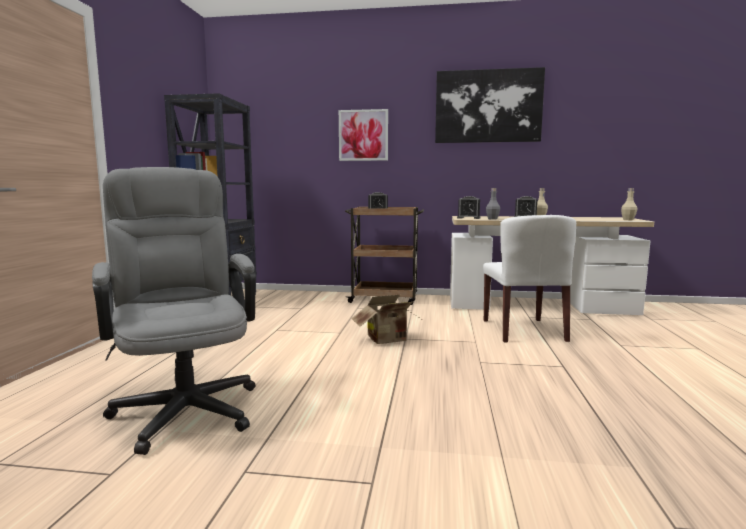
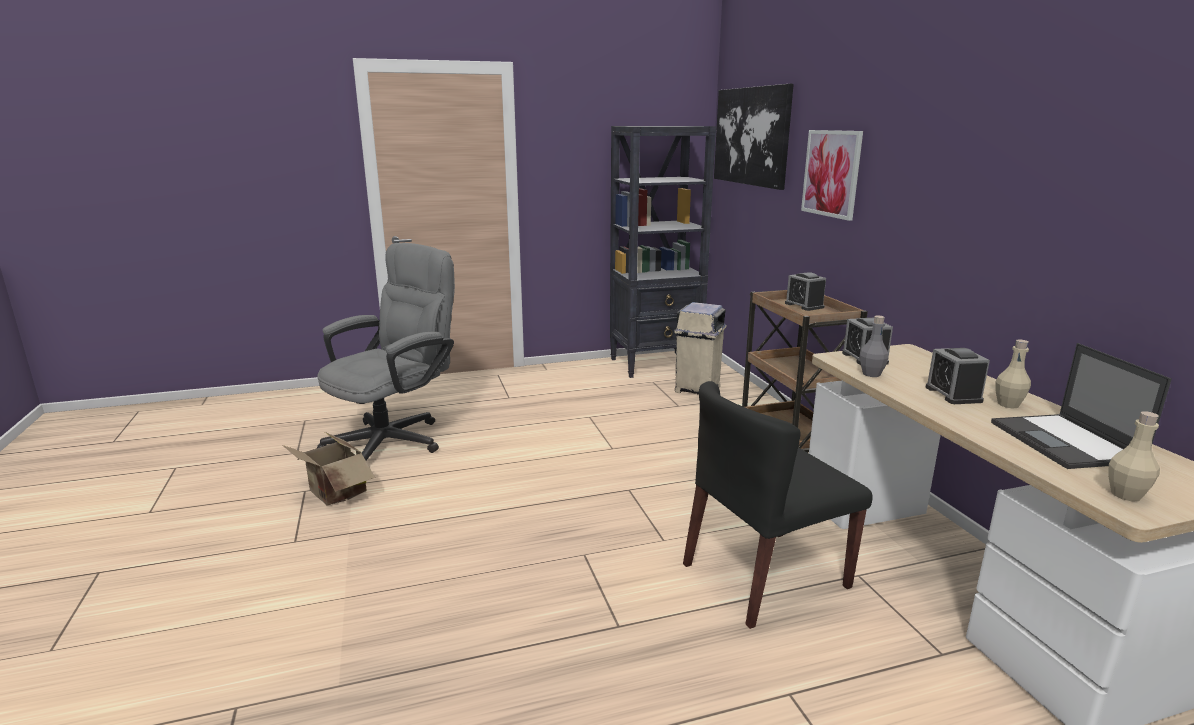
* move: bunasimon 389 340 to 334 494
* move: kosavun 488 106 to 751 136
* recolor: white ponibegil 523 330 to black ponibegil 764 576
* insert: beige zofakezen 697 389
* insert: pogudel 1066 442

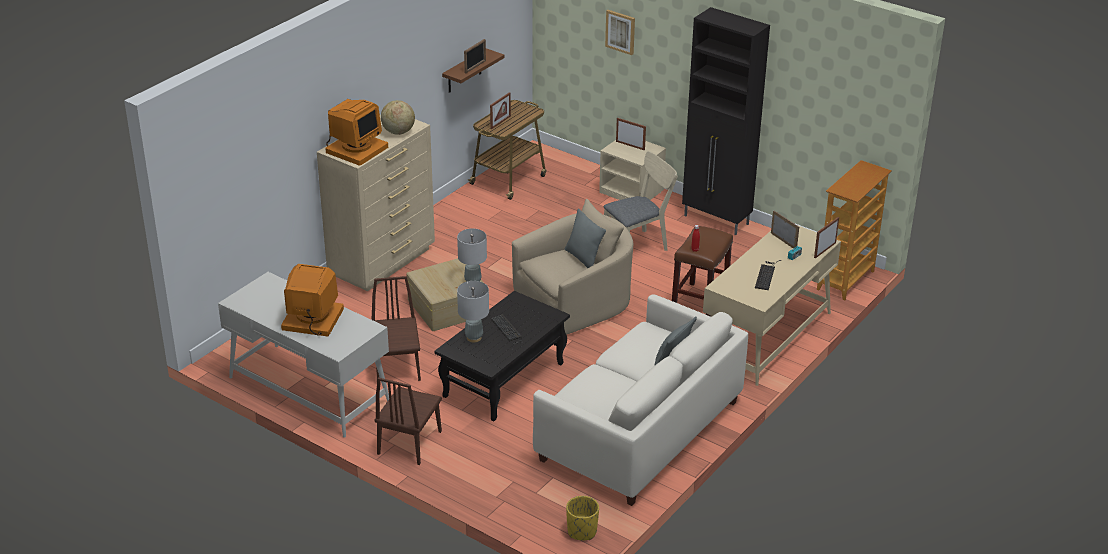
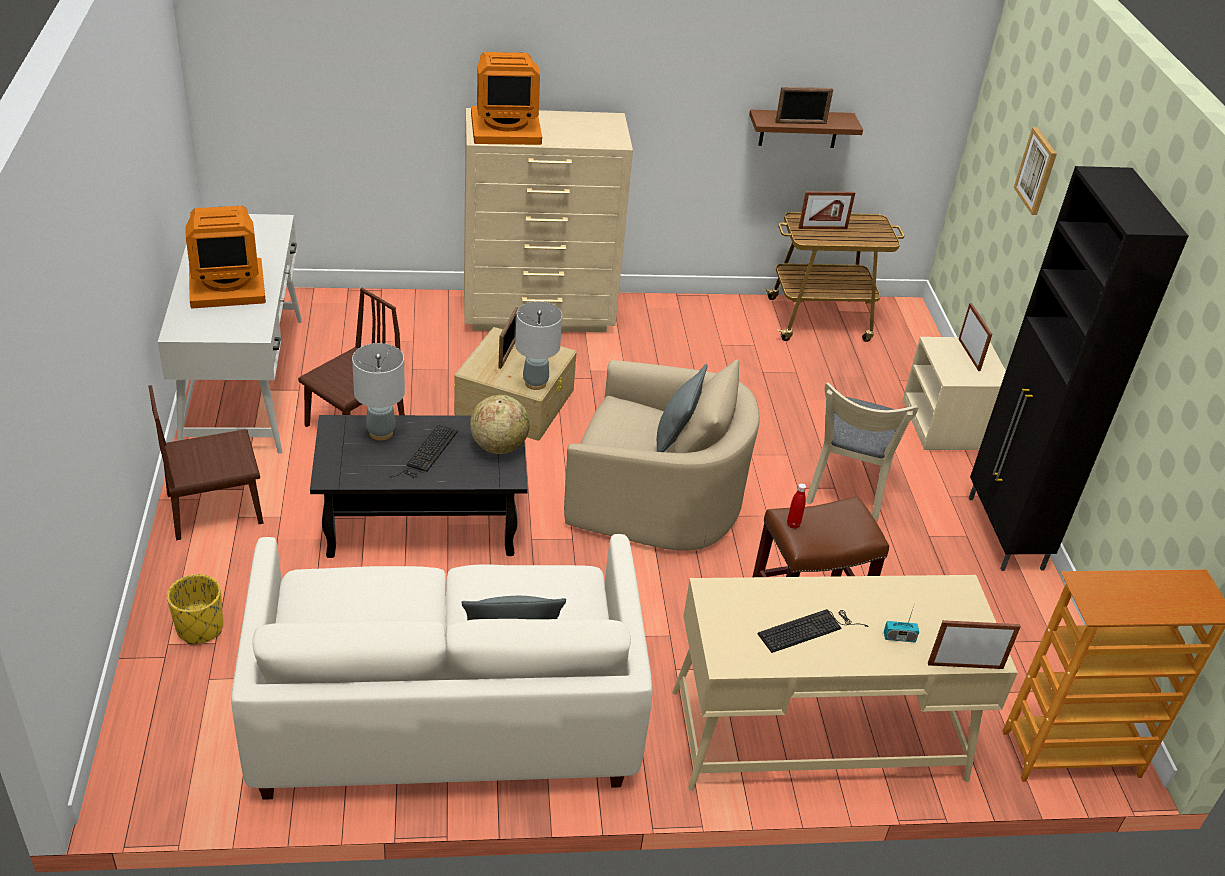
* rotate: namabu 312 320 = 227 284 105 degrees clockwise
* move: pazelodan 398 132 to 499 446
* move: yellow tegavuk 581 531 to 199 628
* rotate: beige ponibegil 639 245 = 847 491 90 degrees clockwise
* move: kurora 783 241 to 508 353

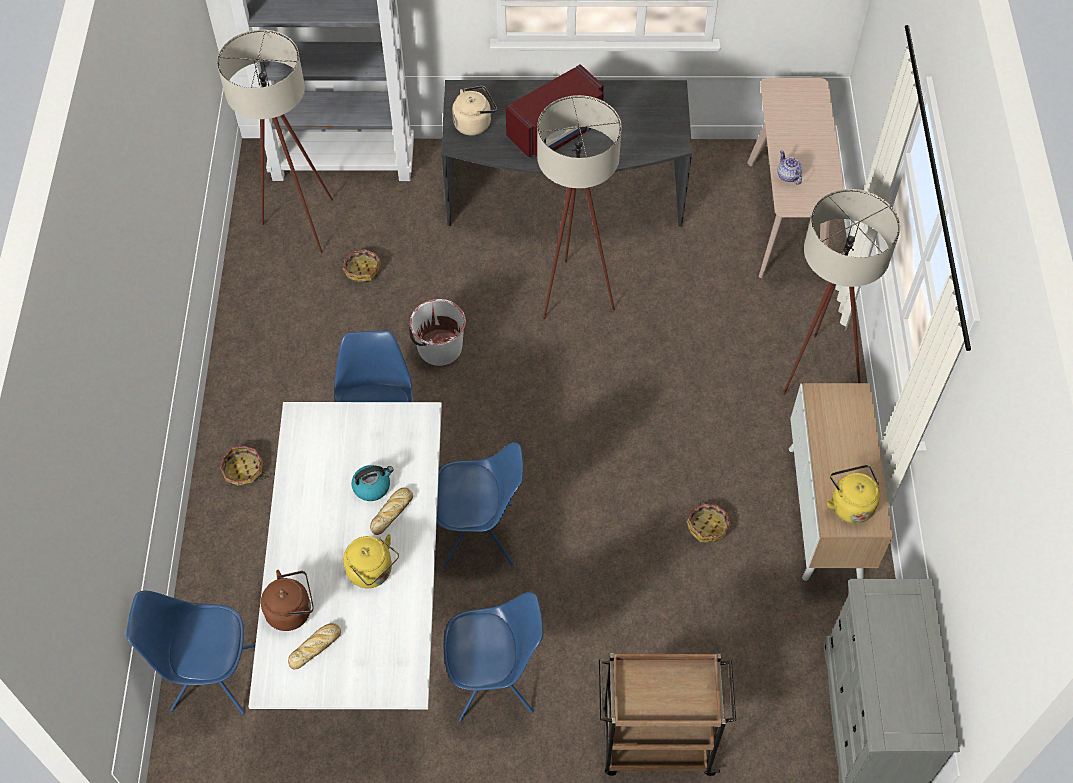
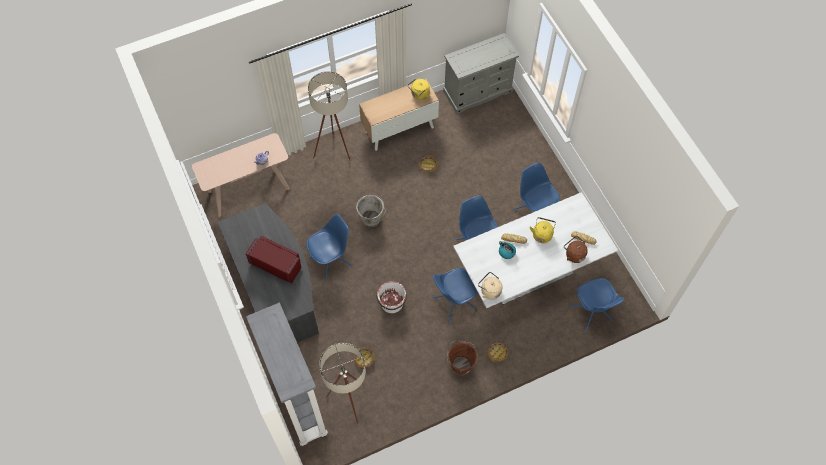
* move: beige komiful 474 123 to 489 290
* replace: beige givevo 573 289 to blue ponibegil 331 261
* delete: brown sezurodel 655 743
* insert: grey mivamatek 371 219
* insert: brown mivamatek 461 364

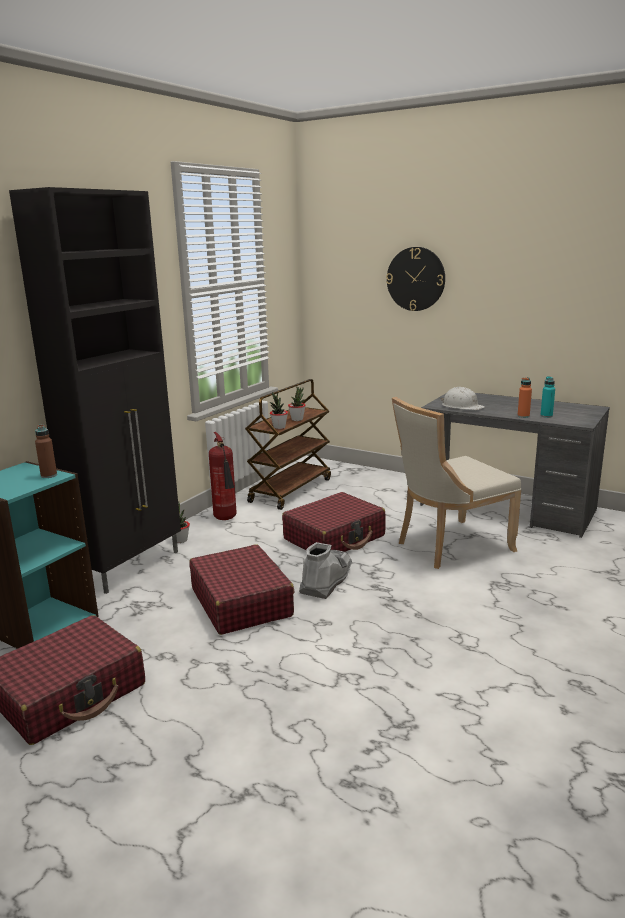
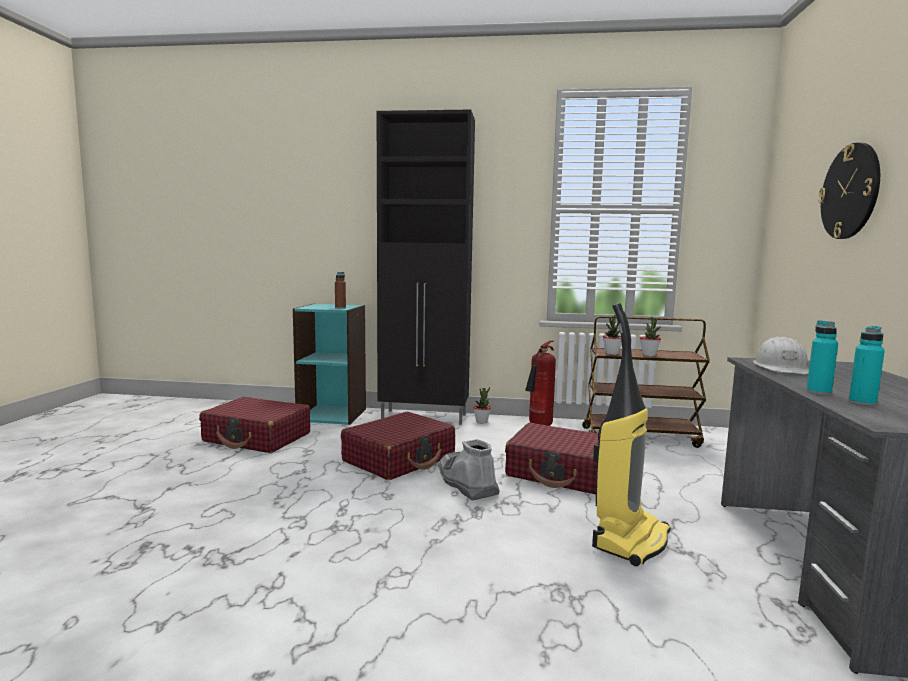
* rotate: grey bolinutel 326 581 = 466 484 120 degrees counterclockwise
* replace: beige ponibegil 449 546 to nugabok 629 539
* recolor: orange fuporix 523 416 to turquoise fuporix 818 392

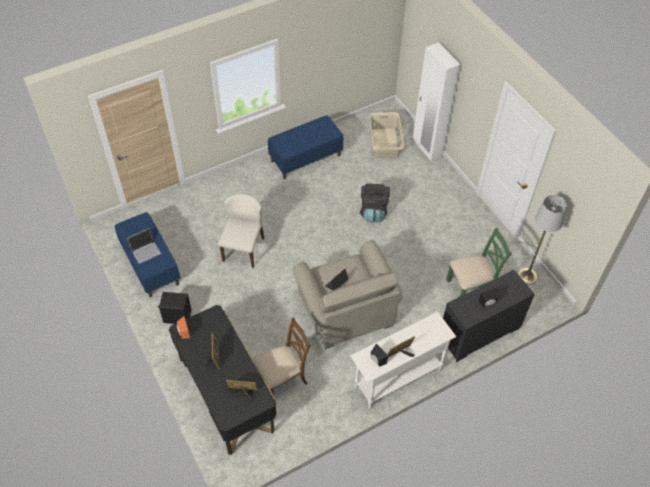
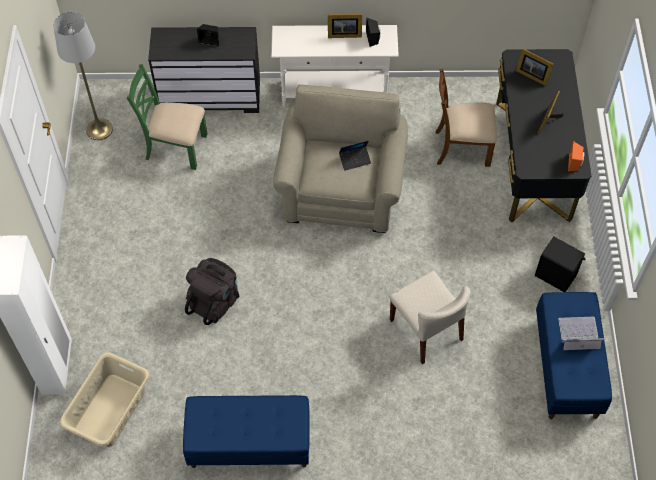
* rotate: beige ponibegil 243 249 = 426 330 75 degrees counterclockwise

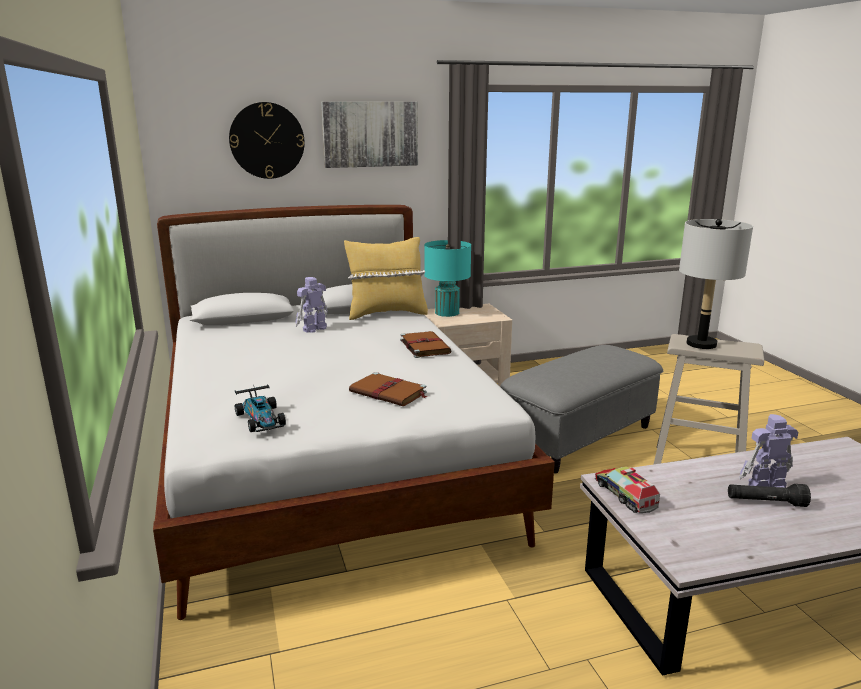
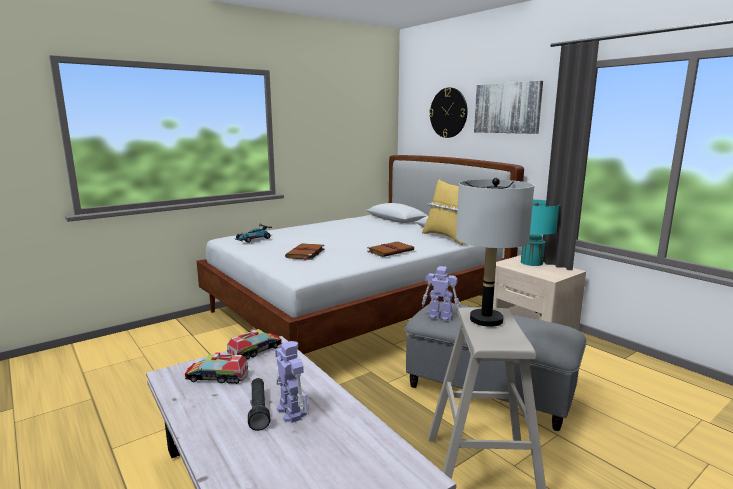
* move: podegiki 313 329 to 439 316
* insert: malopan 217 377

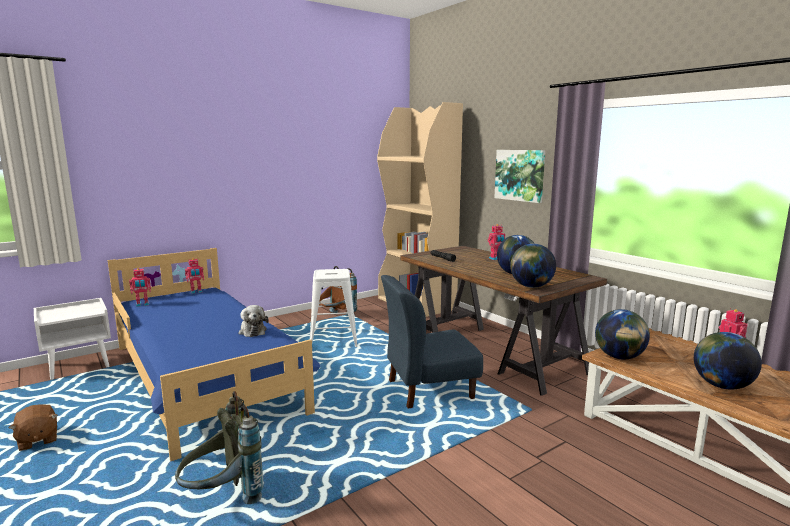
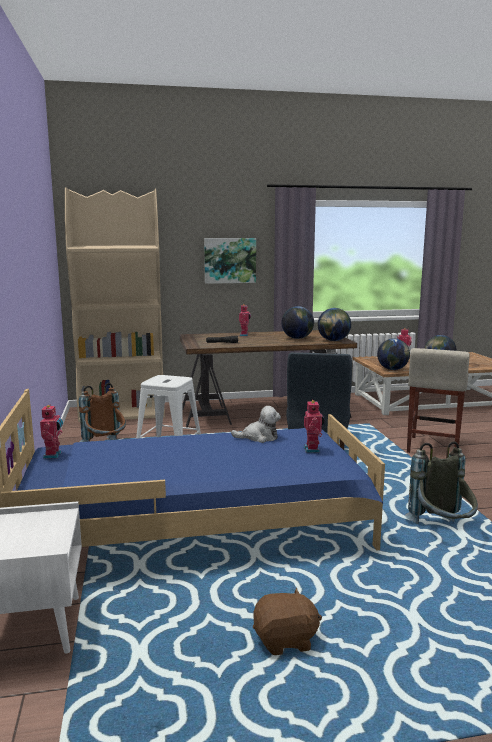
* move: podegiki 142 304 to 313 449
* insert: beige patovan 433 447

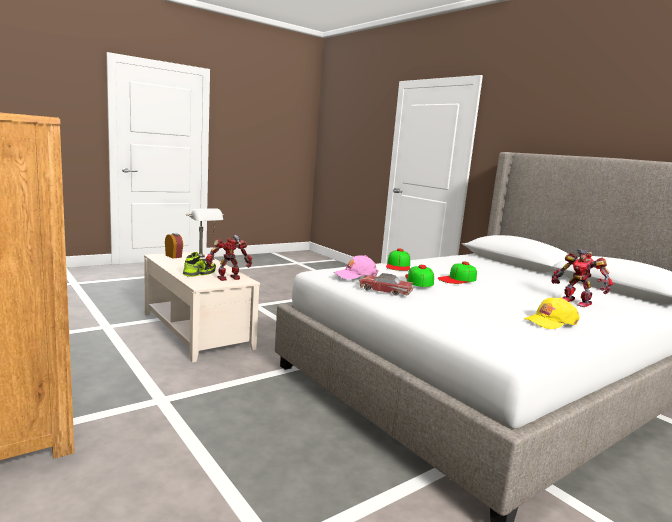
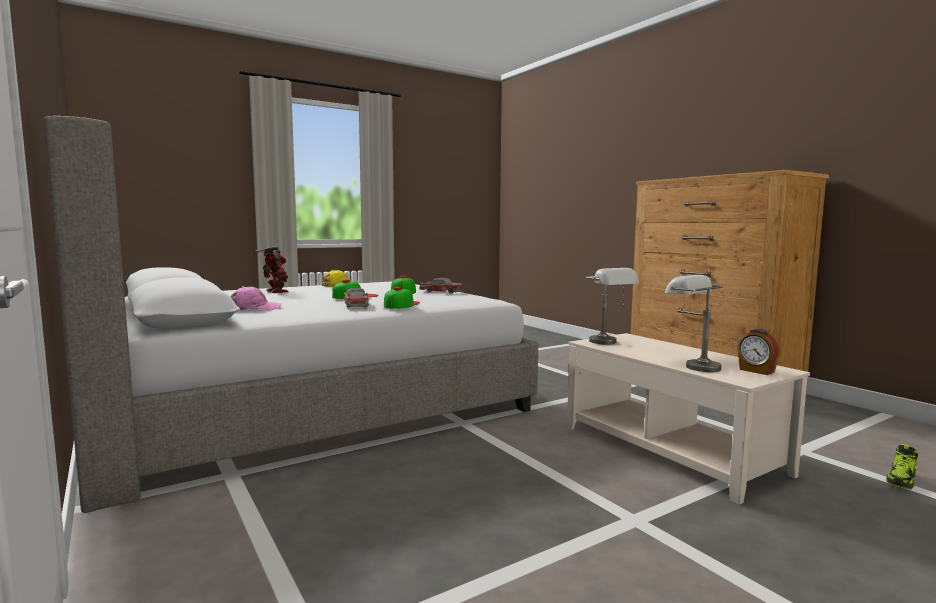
* move: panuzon 199 273 to 902 481
* replace: podegiki 229 278 to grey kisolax 609 343
* move: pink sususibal 355 275 to 254 308
* insert: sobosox 356 305

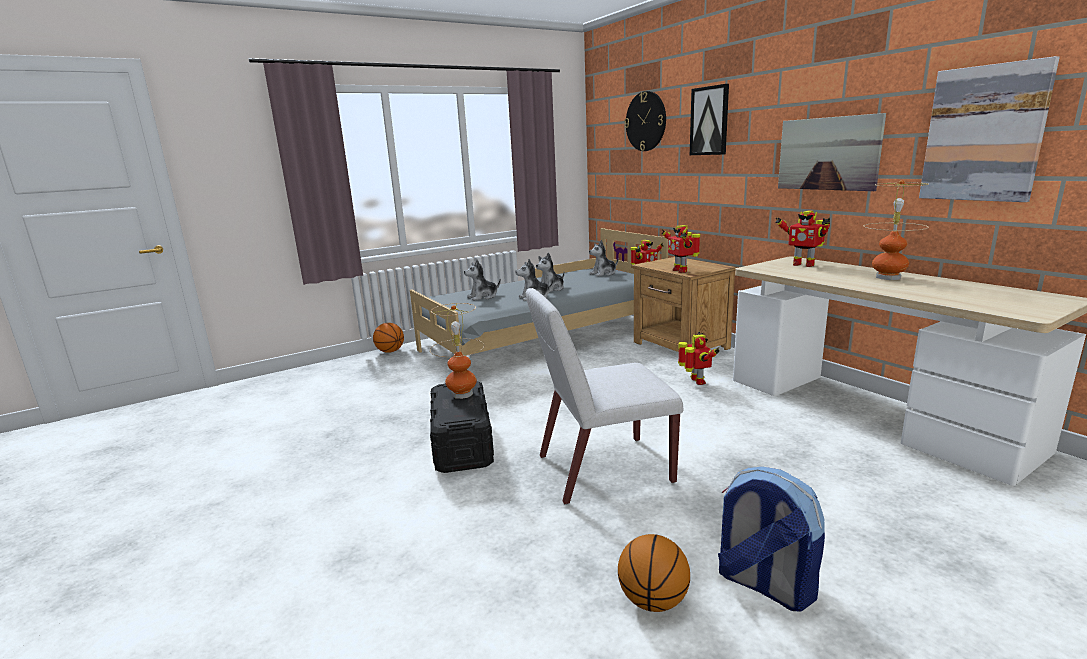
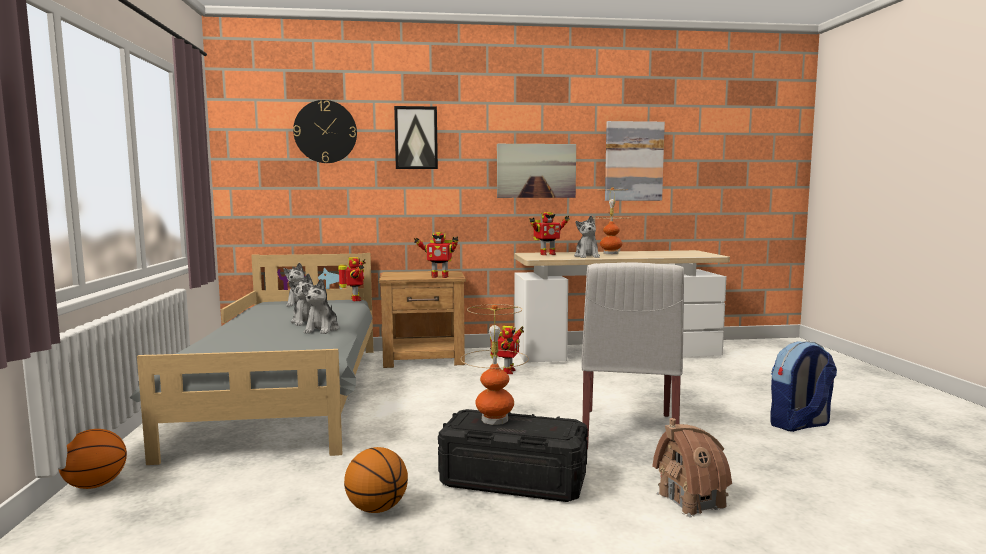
* move: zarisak 483 297 to 587 256
* move: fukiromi 653 600 to 377 508
* rotate: podegiki 696 381 = 507 371 90 degrees clockwise
* insert: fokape 691 500

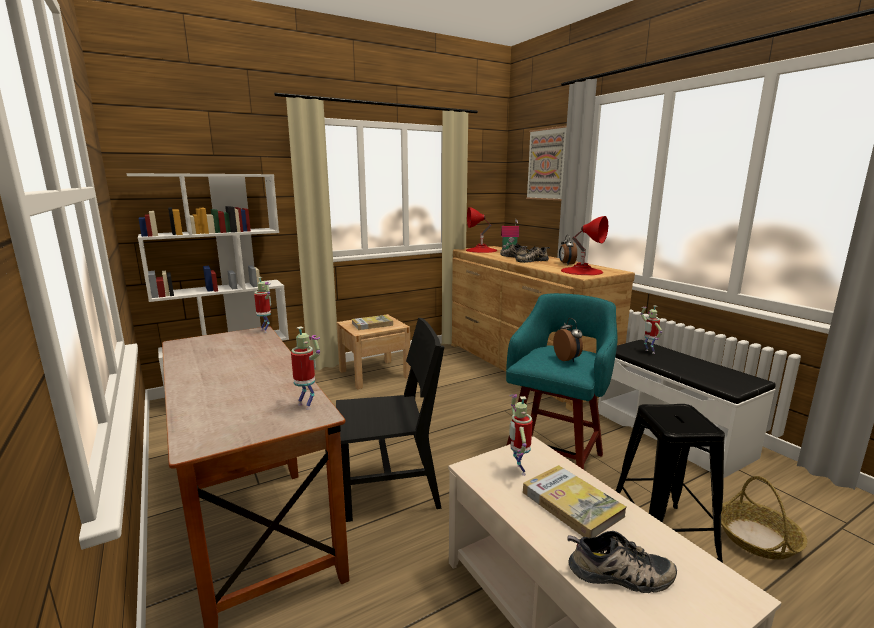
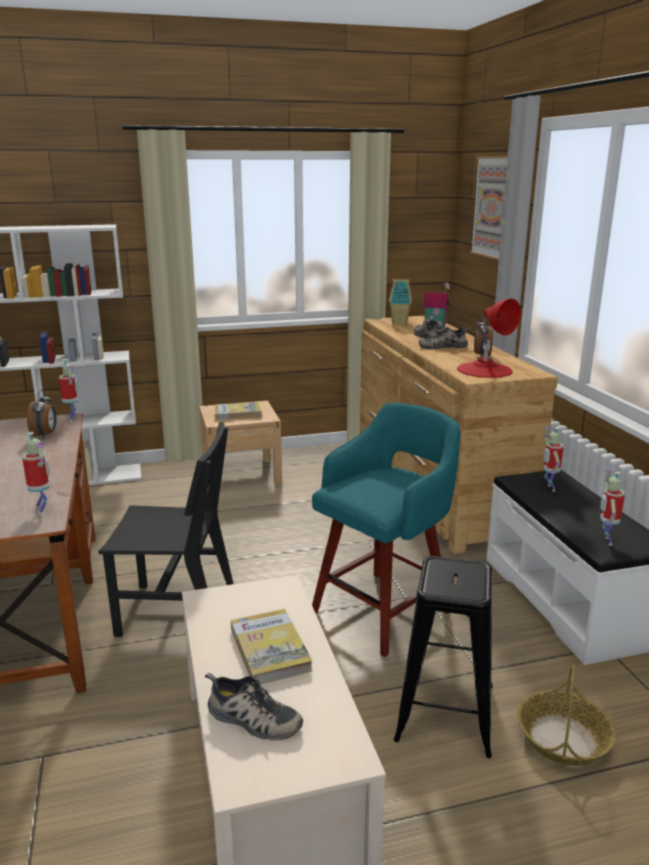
* replace: red kisolax 481 250 to fokape 400 323
* move: podegiki 518 469 to 606 541
* move: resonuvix 567 359 to 45 435

